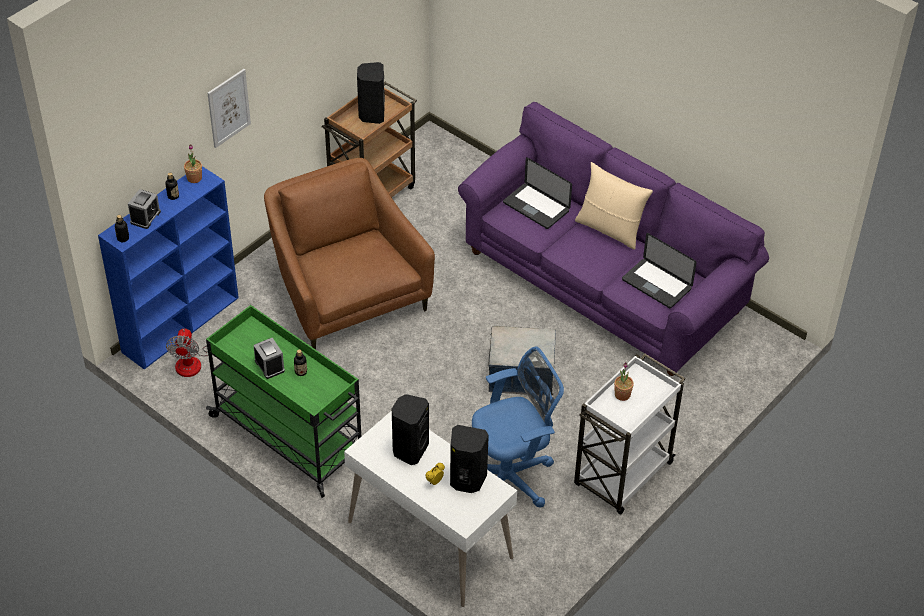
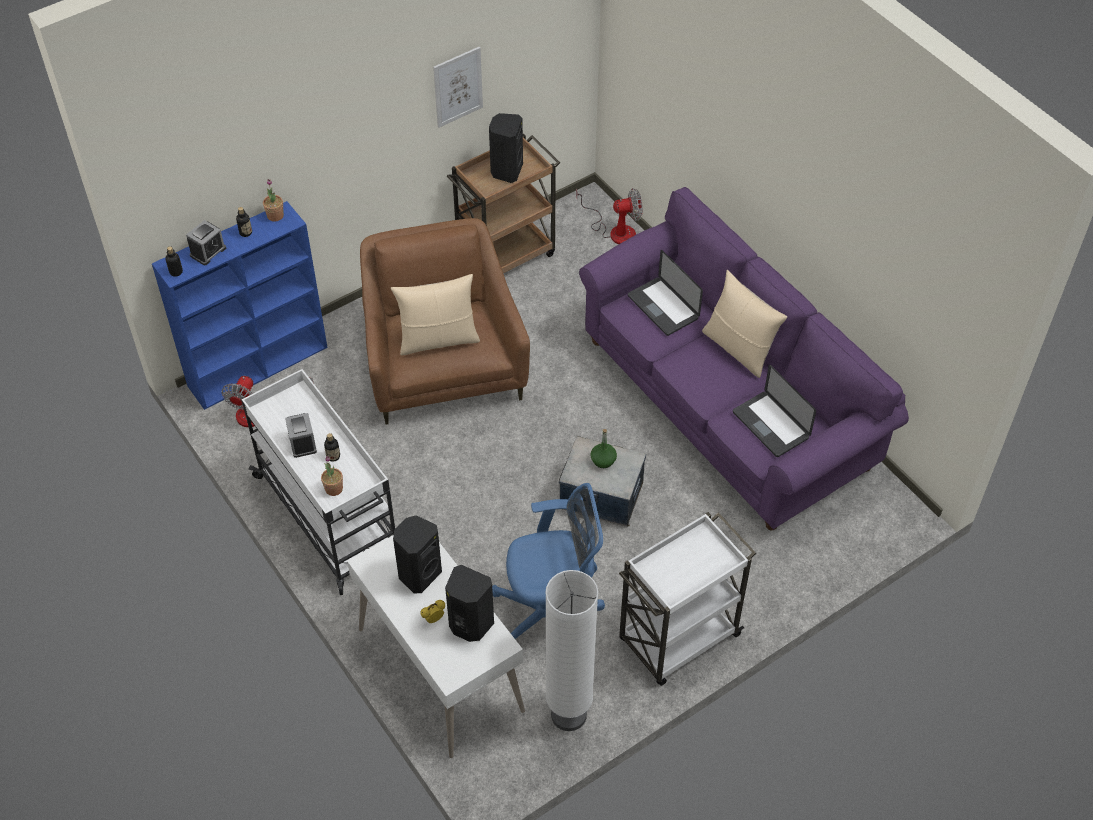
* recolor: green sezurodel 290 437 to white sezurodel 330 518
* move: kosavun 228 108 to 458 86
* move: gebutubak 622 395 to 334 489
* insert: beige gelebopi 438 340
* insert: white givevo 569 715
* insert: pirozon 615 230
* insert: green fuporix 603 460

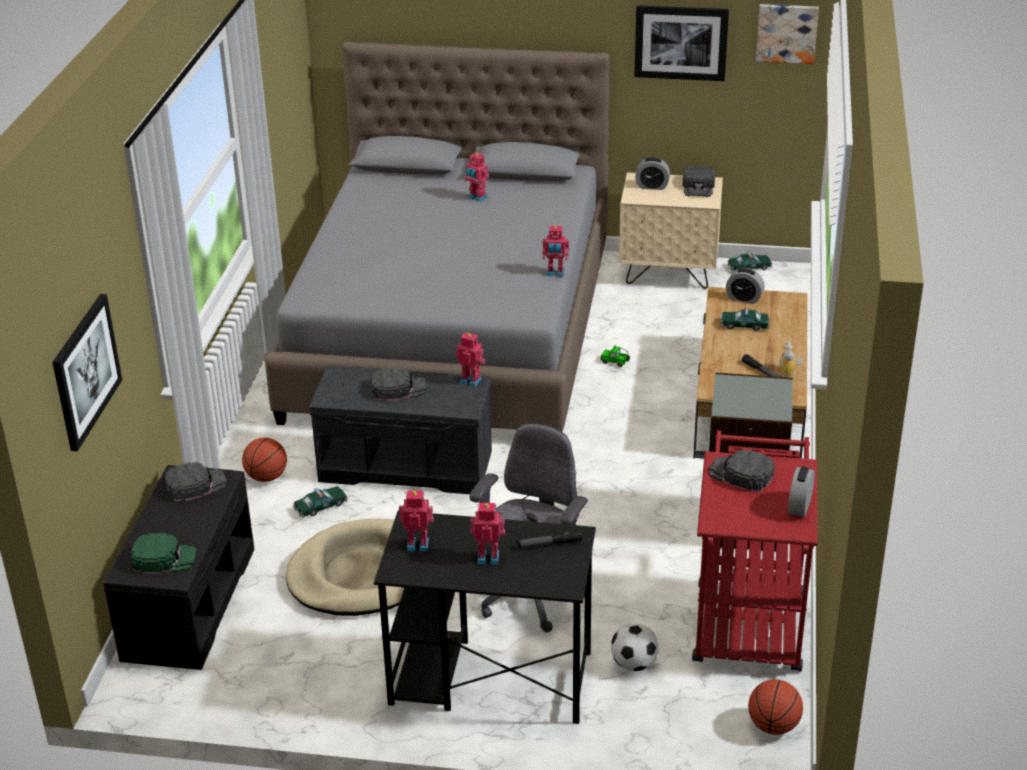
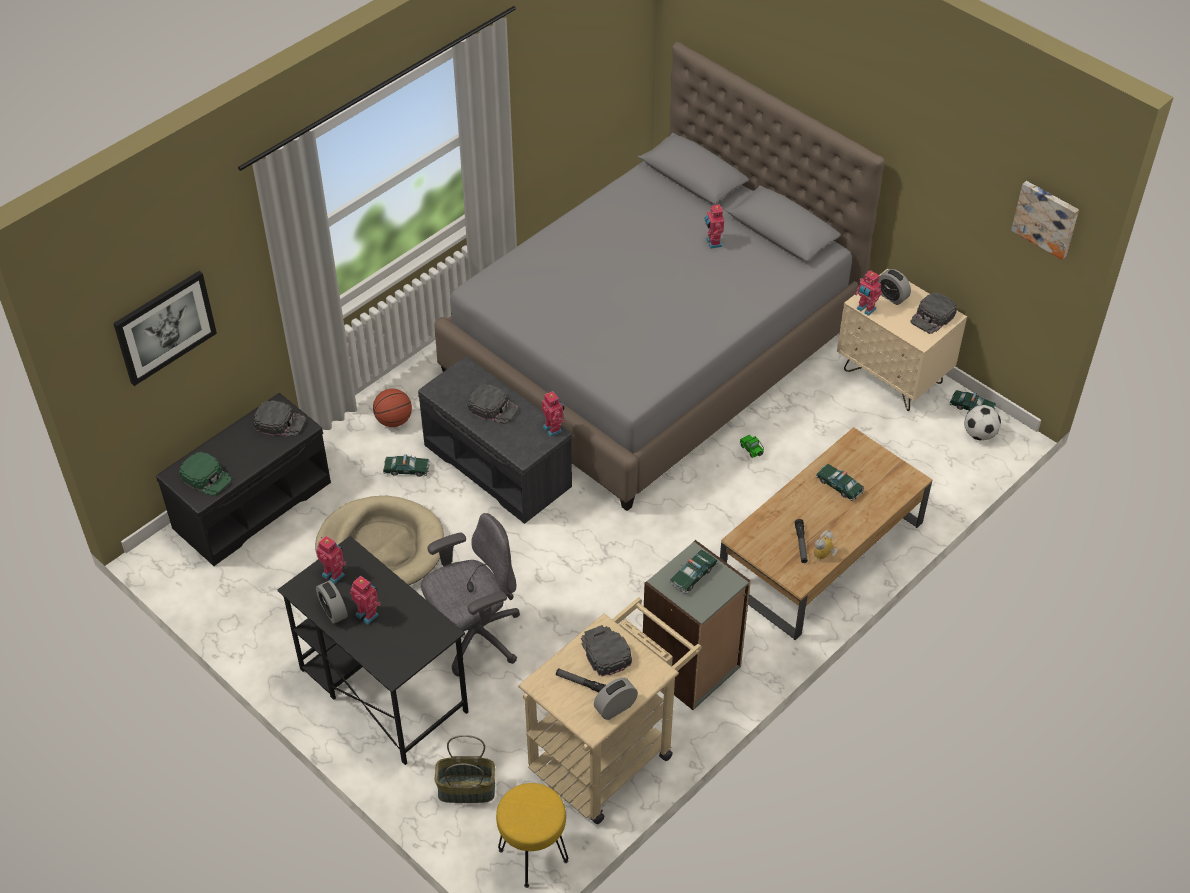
* move: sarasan 549 544 to 582 684
* move: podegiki 555 273 to 865 309
* move: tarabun 634 664 to 979 434
* delete: kosavun 681 42
* recolor: red sezurodel 748 617 to beige sezurodel 609 753
* move: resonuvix 744 298 to 333 611
* replace: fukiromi 773 726 to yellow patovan 532 855
* insert: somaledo 466 790
* insert: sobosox 693 575

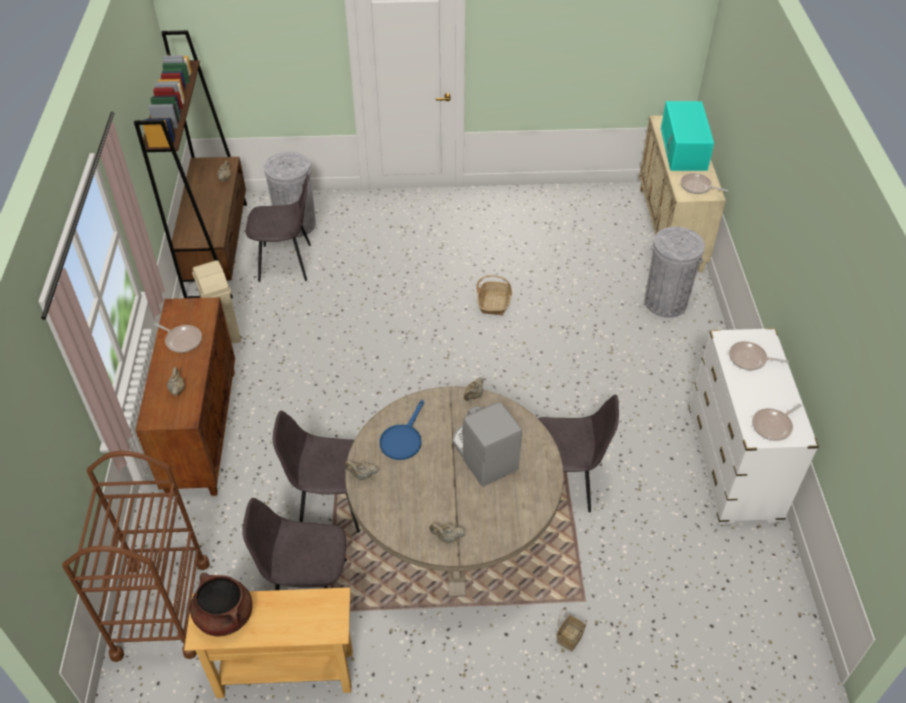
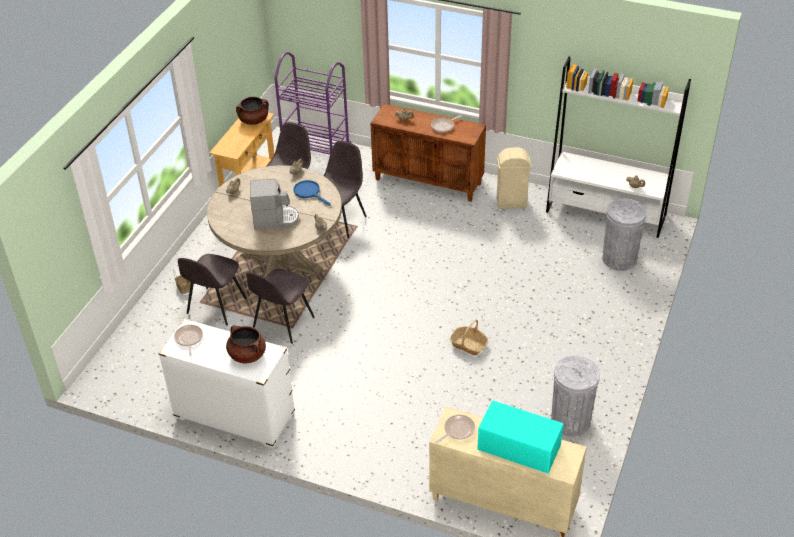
* recolor: brown sezurodel 161 609 to purple sezurodel 316 152
* recolor: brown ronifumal 217 249 to white ronifumal 606 214
* move: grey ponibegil 287 263 to 215 307
* move: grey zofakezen 665 302 to 570 421
* replace: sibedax 750 359 to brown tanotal 247 355

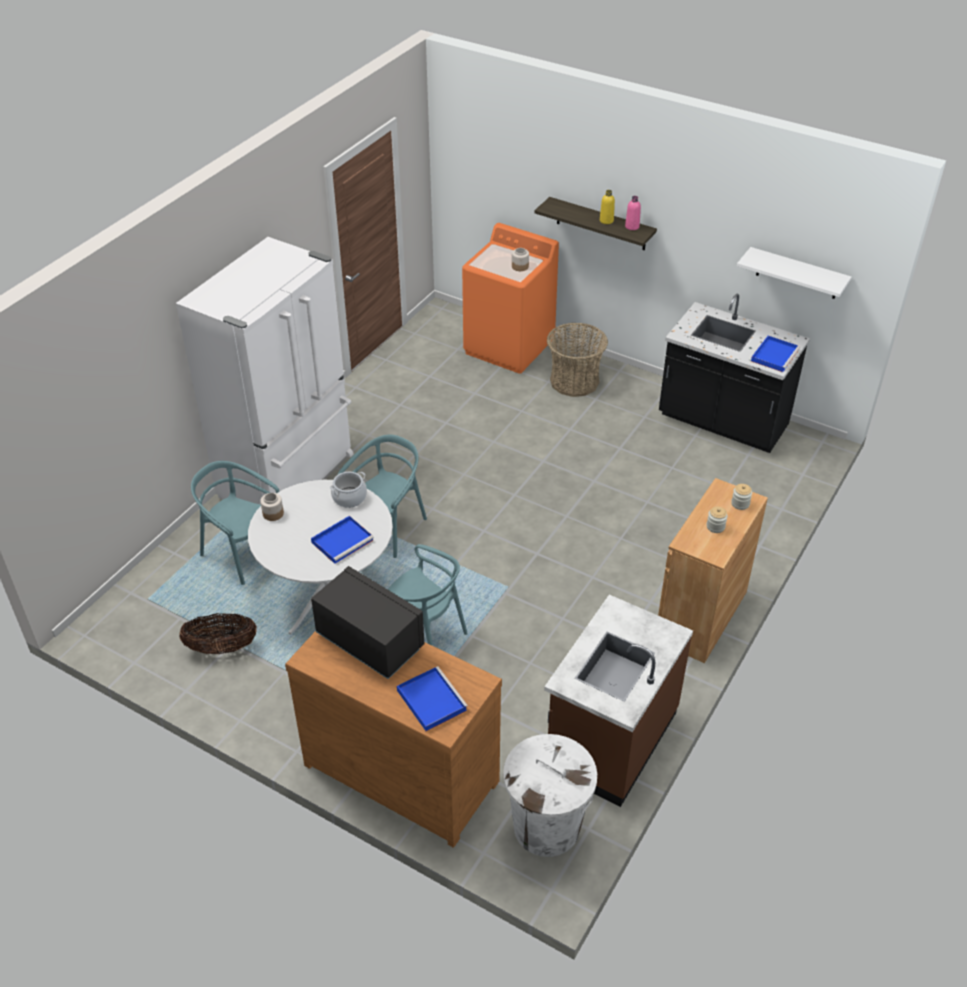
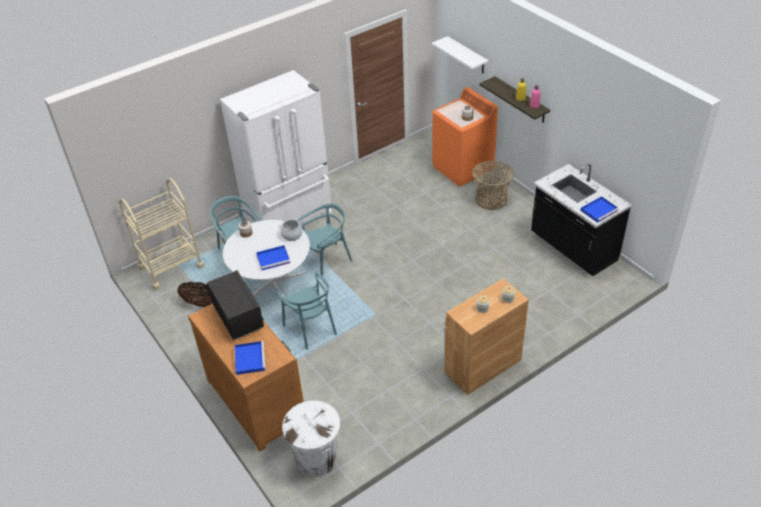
* delete: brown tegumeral 610 739
* move: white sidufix 797 274 to 467 55
* insert: beige sezurodel 171 267

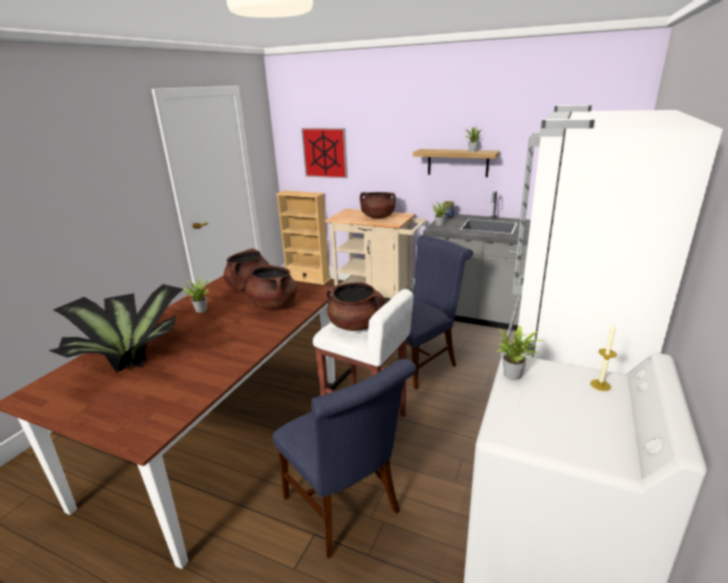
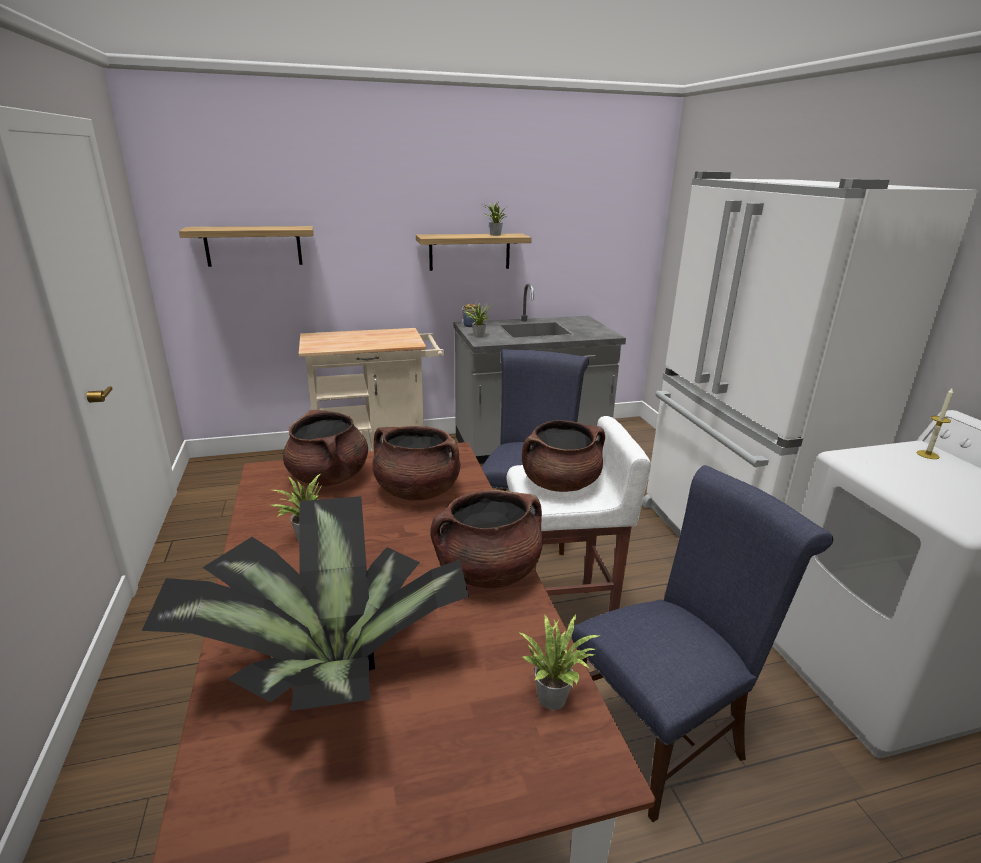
* rotate: blue ponibegil 345 508 = 663 732 45 degrees counterclockwise
* delete: beige ronifumal 308 279
* replace: kosavun 325 153 to sidufix 253 246
* move: brown tanotal 378 217 to 487 572
* move: gebutubak 515 375 to 554 696

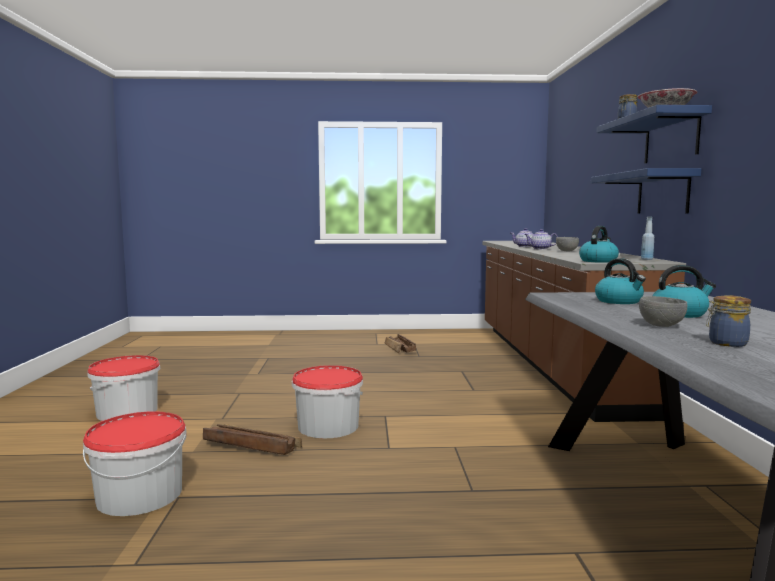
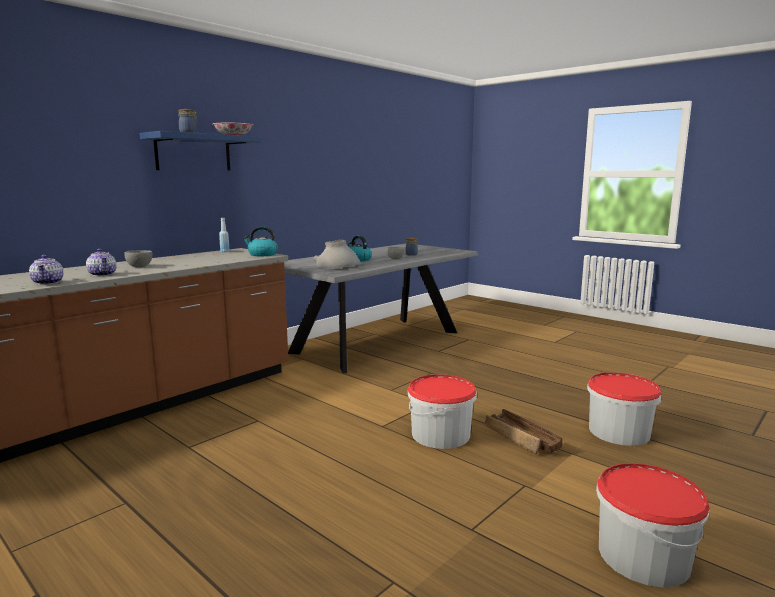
* delete: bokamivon 400 349
* delete: blue sidufix 662 193
* replace: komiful 619 301 to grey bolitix 337 265

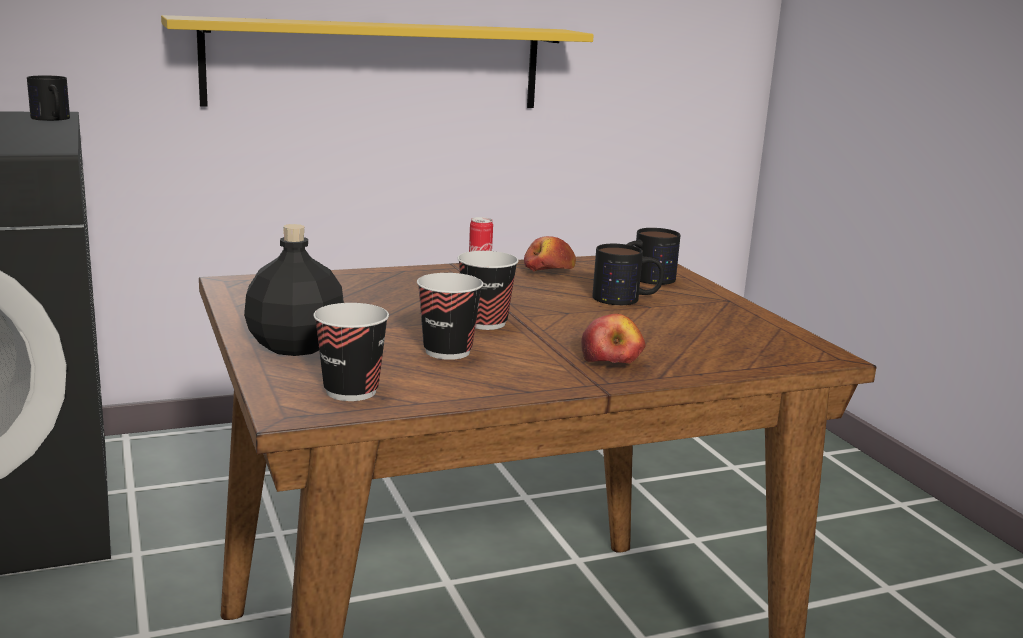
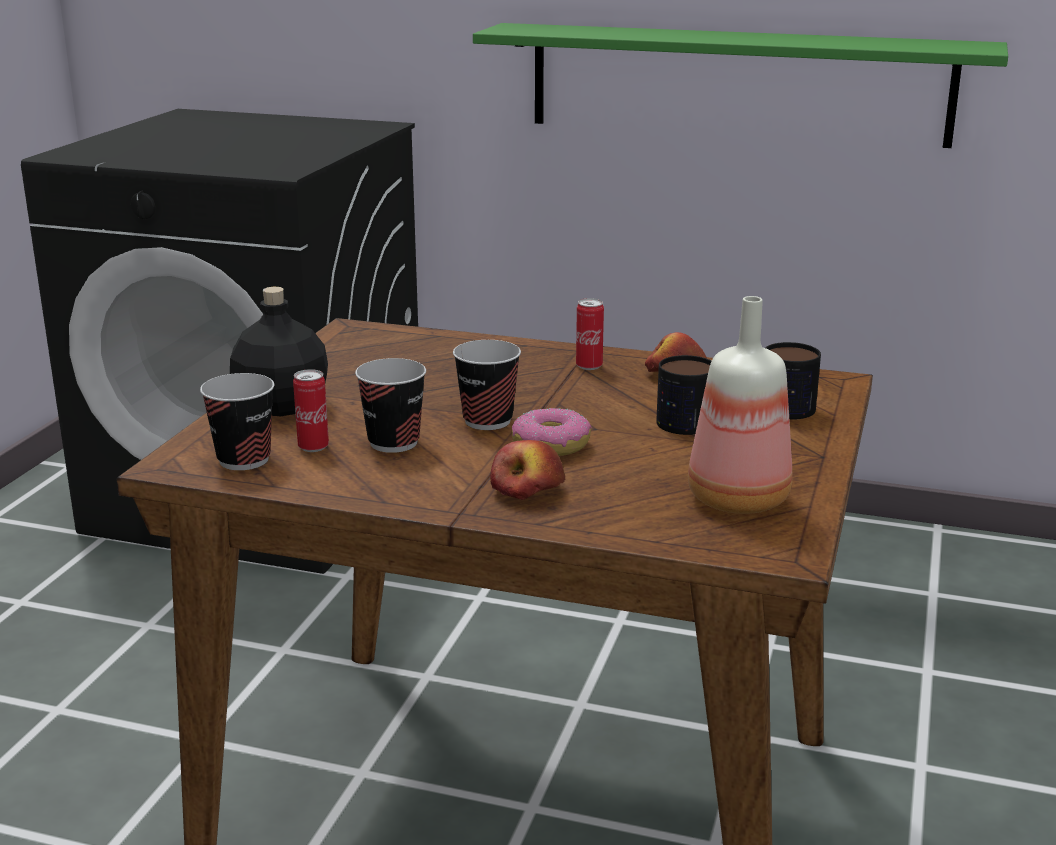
* delete: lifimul 52 119
* recolor: yellow sidufix 376 65 to green sidufix 737 84
* insert: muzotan 313 447
* insert: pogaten 551 445
* insert: fuporix 739 501

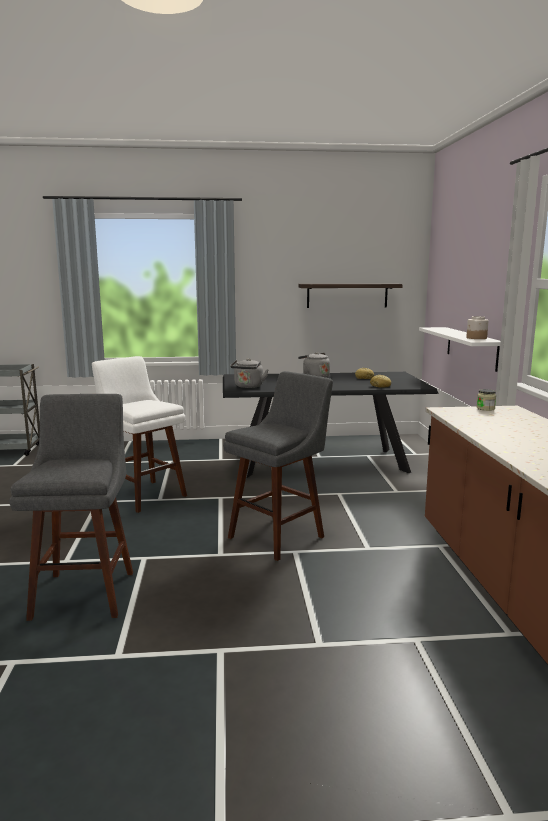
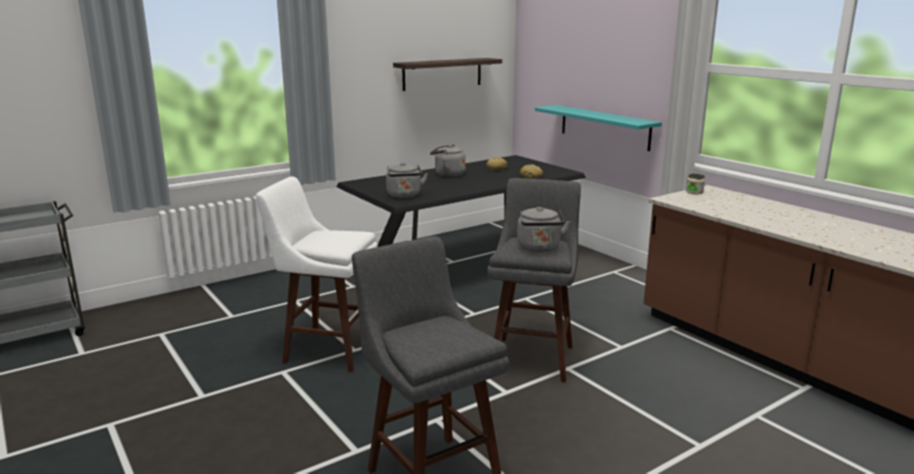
* recolor: white sidufix 471 347 to turquoise sidufix 604 127
* delete: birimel 476 338
* insert: grey komiful 539 248

